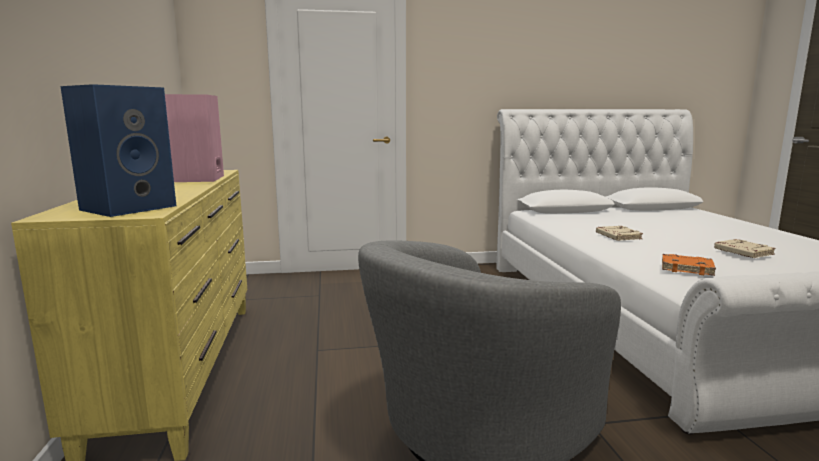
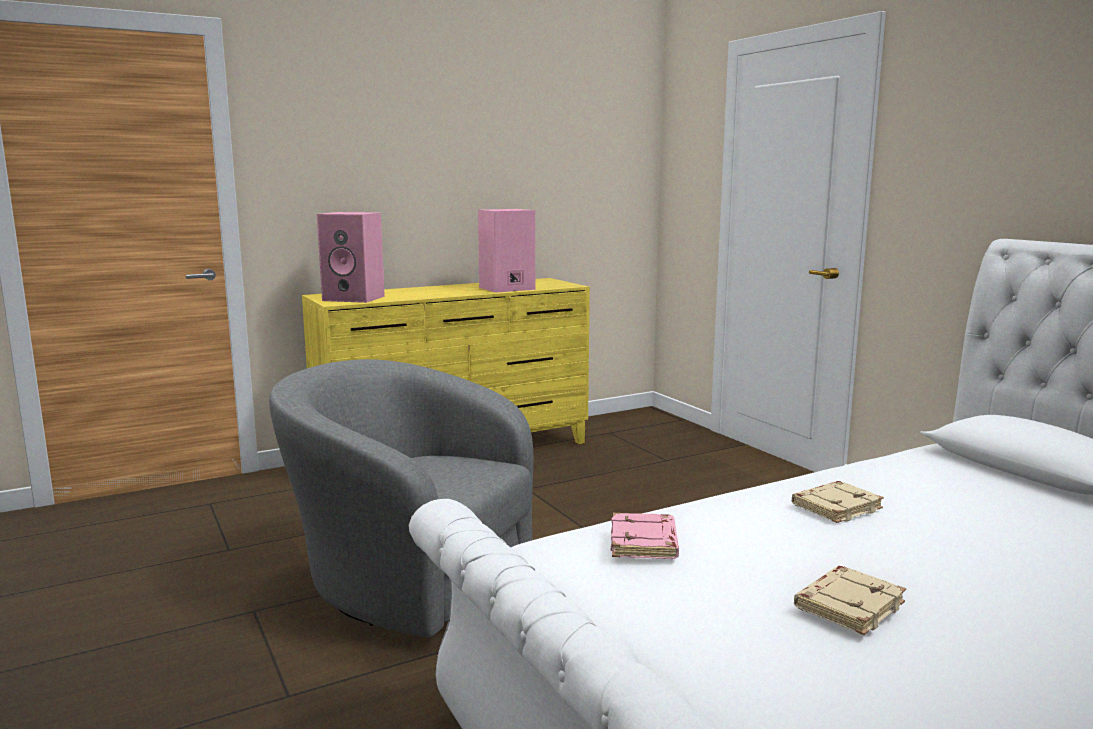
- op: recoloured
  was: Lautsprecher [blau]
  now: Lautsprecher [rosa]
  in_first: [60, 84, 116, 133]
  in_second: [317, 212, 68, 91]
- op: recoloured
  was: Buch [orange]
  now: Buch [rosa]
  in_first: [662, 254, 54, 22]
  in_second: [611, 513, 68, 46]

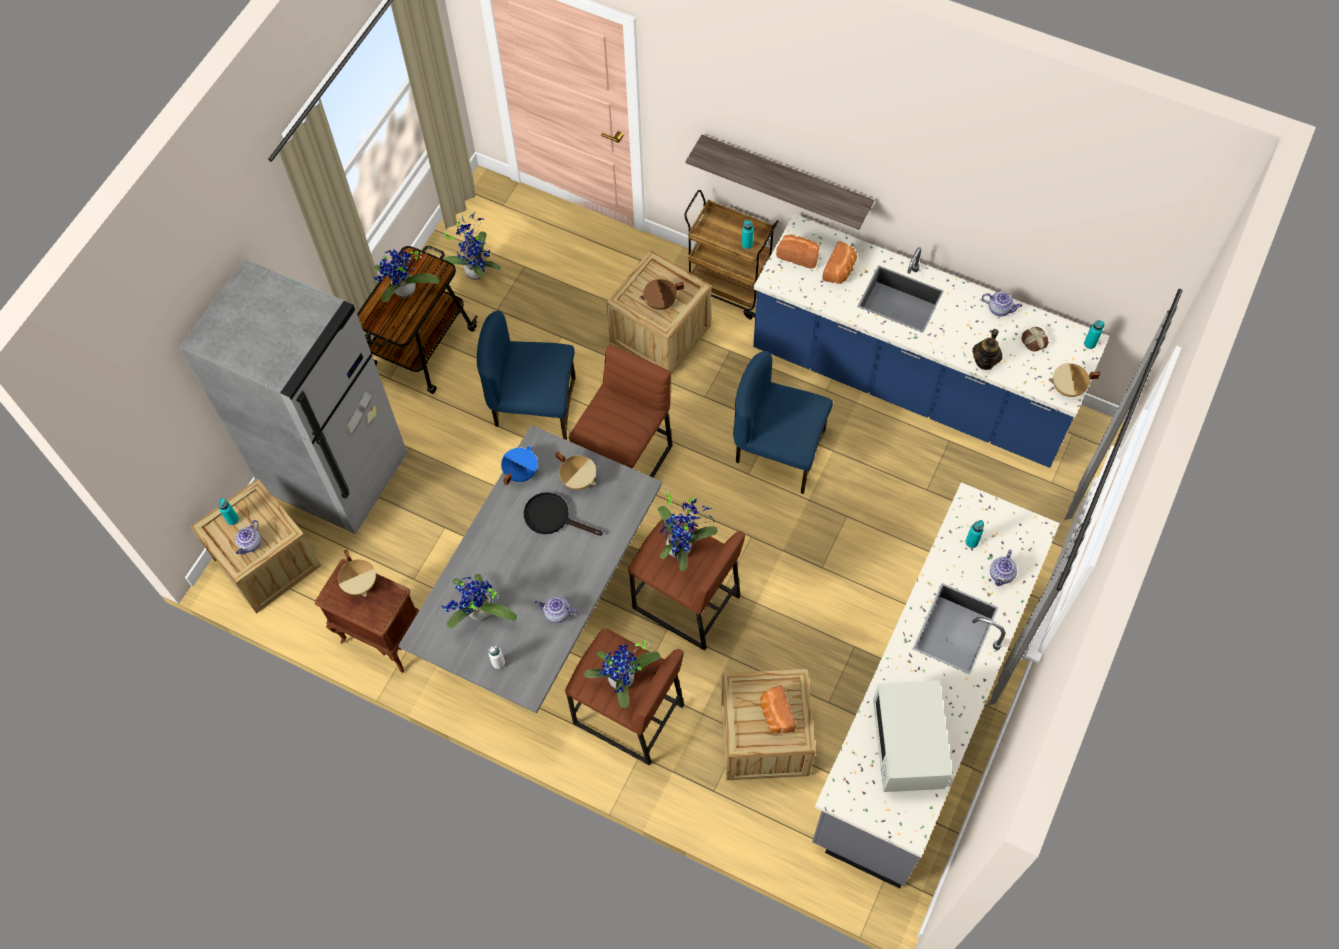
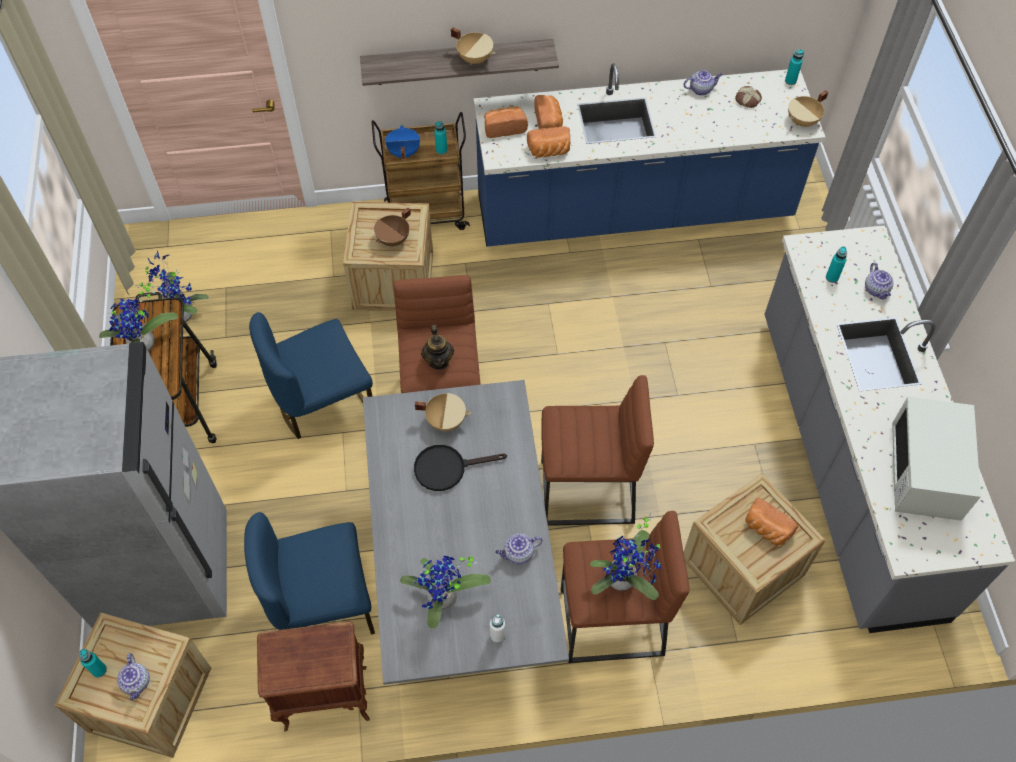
- op: moved
  was: Teekanne
  in_first: [972, 329, 30, 41]
  in_second: [421, 325, 33, 45]
- op: moved
  was: Stuhl [blau]
  in_first: [733, 351, 100, 143]
  in_second: [244, 512, 131, 122]
- op: moved
  was: Kochtopf [blau]
  in_first: [501, 445, 37, 41]
  in_second: [385, 124, 35, 35]
- op: removed
  was: Topfpflanze
  in_first: [658, 489, 60, 82]
- op: moved
  was: Kochtopf [beige]
  in_first: [338, 550, 38, 47]
  in_second: [451, 27, 44, 38]
- op: turned
  was: Mikrowelle [weiß]
  in_first: [873, 680, 79, 112]
  in_second: [892, 397, 89, 124]
  clockwise: 45
- op: added
  now: Brot
  in_second: [527, 126, 44, 32]

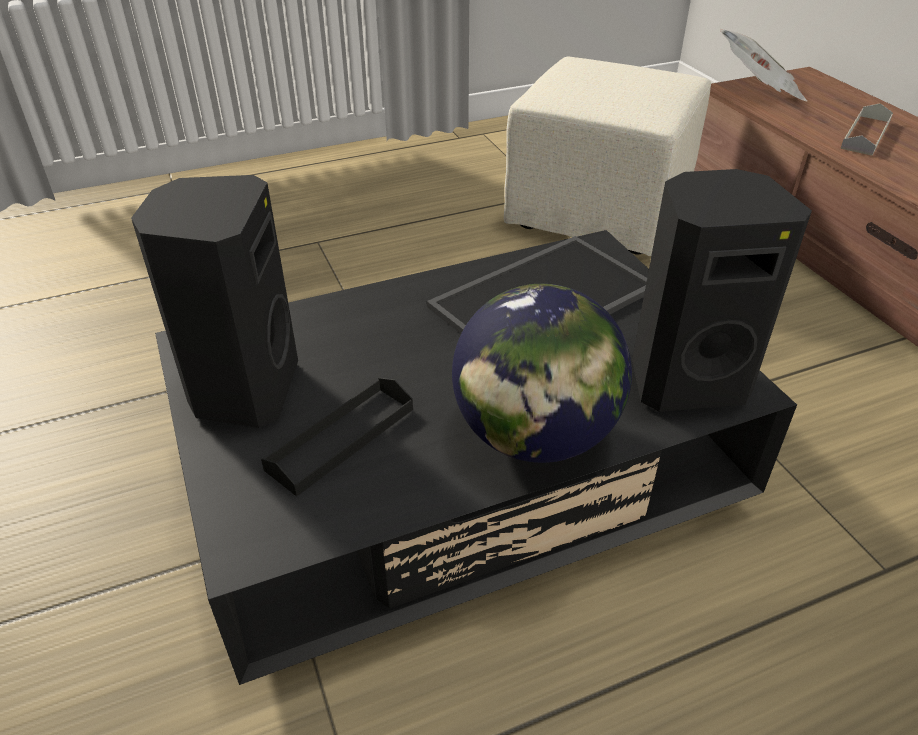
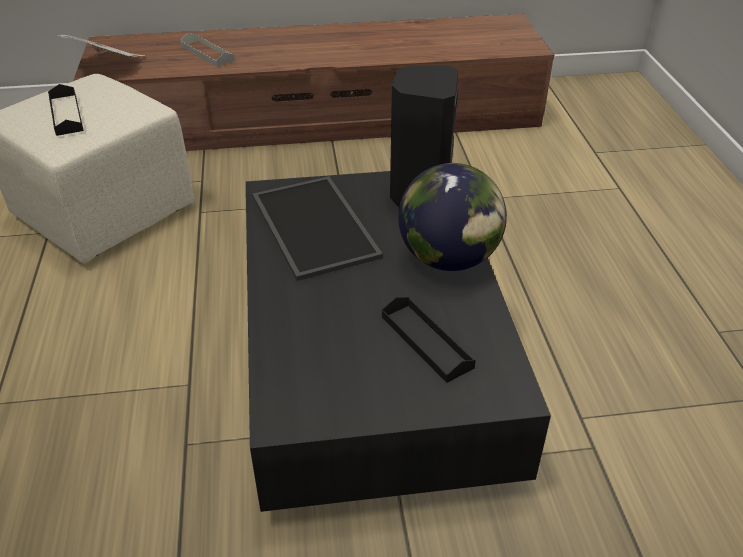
- op: removed
  was: Lautsprecher [schwarz]
  in_first: [131, 175, 167, 253]
- op: added
  now: Tablett [schwarz]
  in_second: [48, 84, 36, 52]

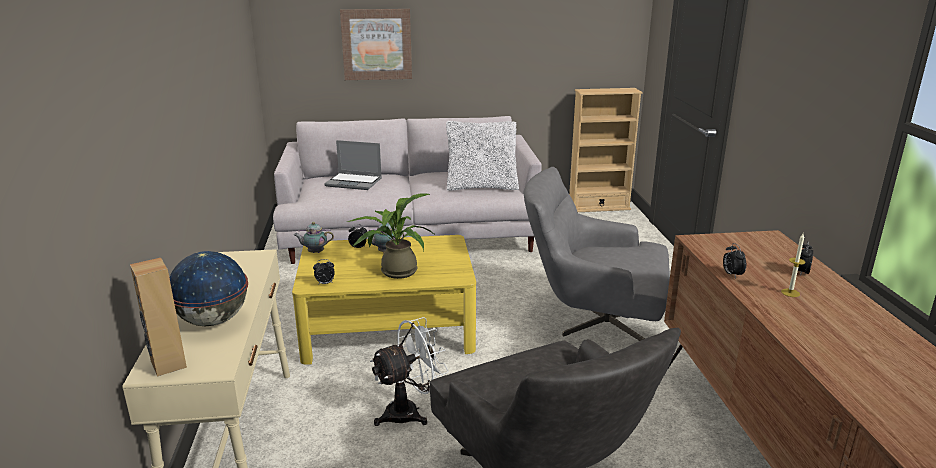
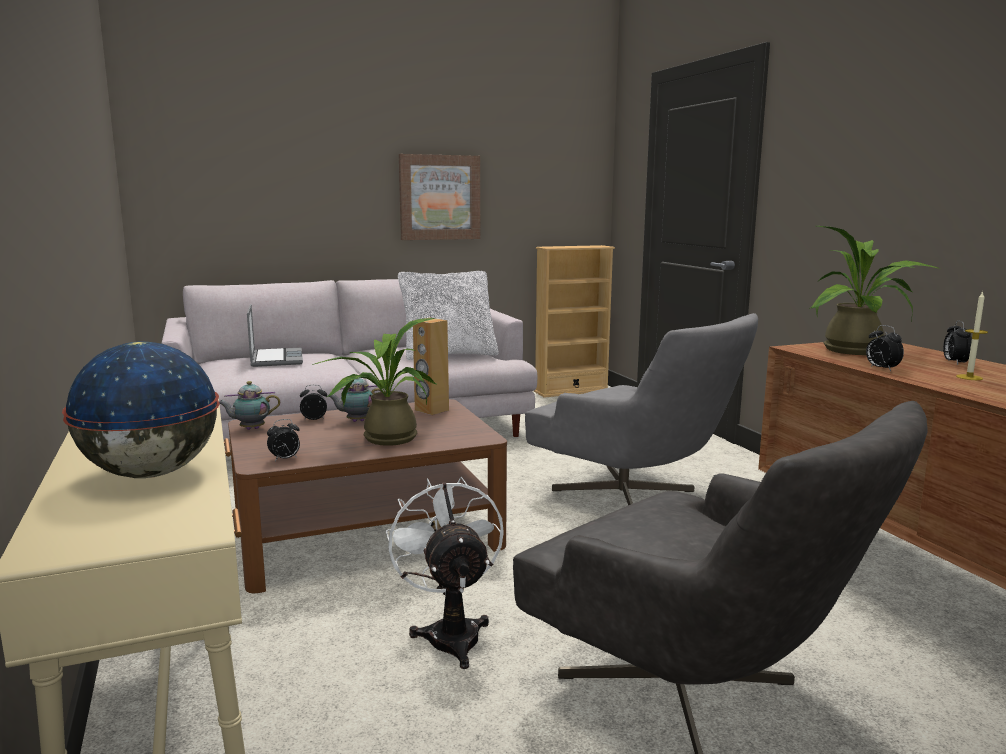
- op: moved
  was: Bild
  in_first: [340, 9, 72, 71]
  in_second: [399, 154, 81, 86]
- op: turned
  was: Laptop
  in_first: [324, 140, 58, 50]
  in_second: [247, 304, 56, 63]
  clockwise: -105
- op: turned
  was: Sessel [grau]
  in_first: [524, 167, 146, 174]
  in_second: [525, 313, 233, 192]
  clockwise: -135
- op: recoloured
  was: Couchtisch [gelb]
  now: Couchtisch [braun]
  in_first: [292, 235, 184, 130]
  in_second: [228, 399, 279, 194]
- op: moved
  was: Lautsprecher [braun]
  in_first: [130, 258, 57, 119]
  in_second: [413, 318, 36, 97]
- op: turned
  was: Ventilator [weiß]
  in_first: [370, 317, 79, 109]
  in_second: [386, 477, 118, 192]
  clockwise: -60
- op: added
  now: Topfpflanze
  in_second: [809, 226, 131, 129]

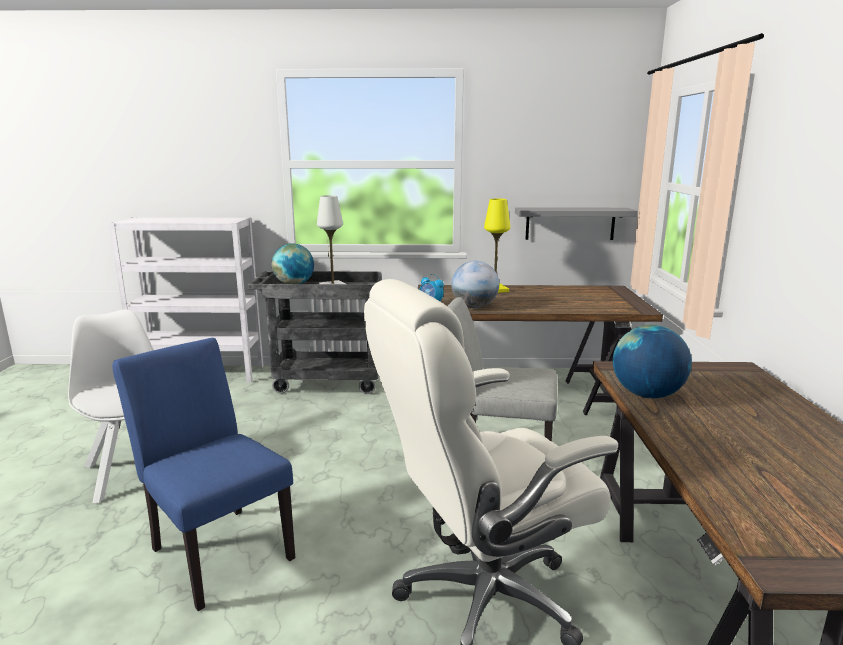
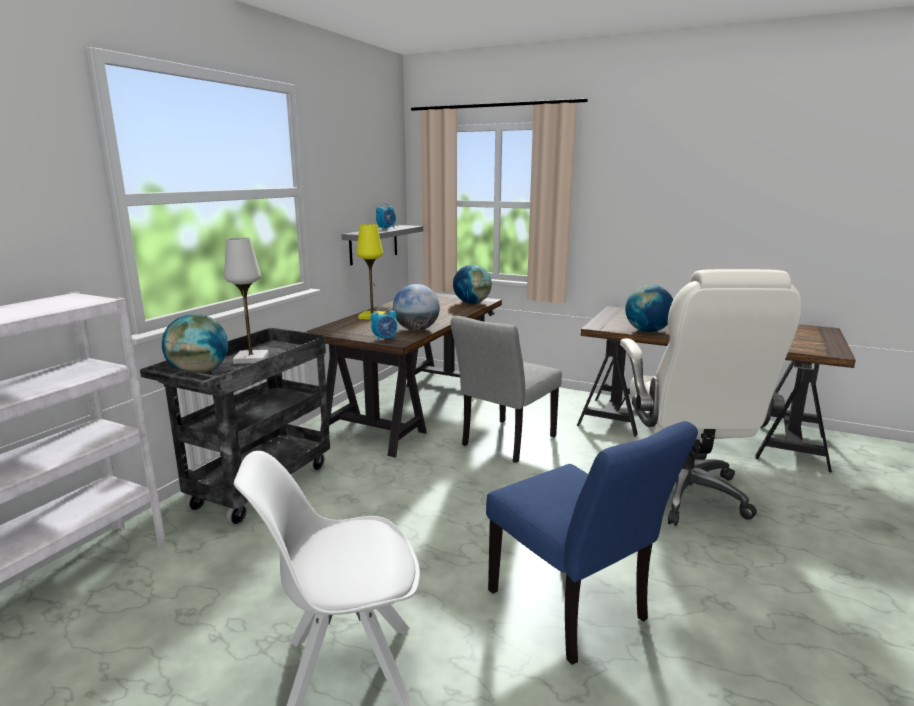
- op: turned
  was: Stuhl [blau]
  in_first: [112, 338, 183, 273]
  in_second: [486, 421, 212, 244]
  clockwise: -105
- op: added
  now: Wecker
  in_second: [376, 203, 20, 27]
- op: added
  now: Globus
  in_second: [453, 265, 39, 39]

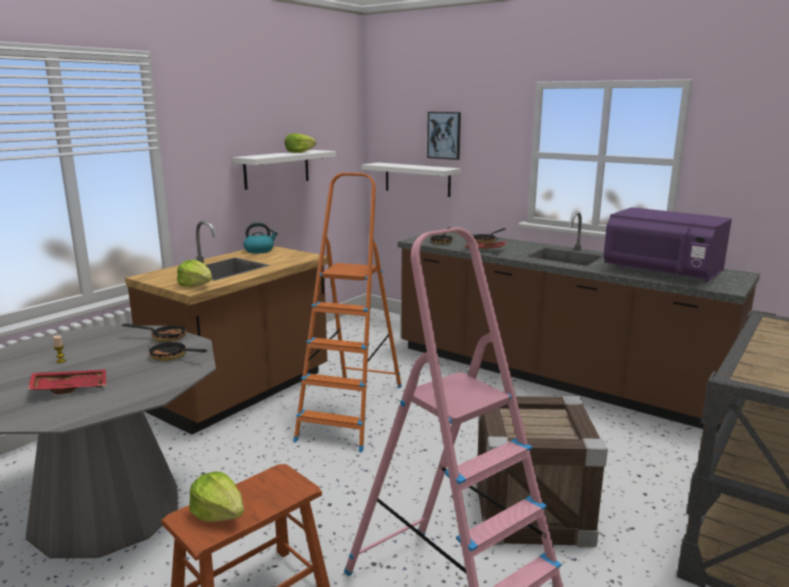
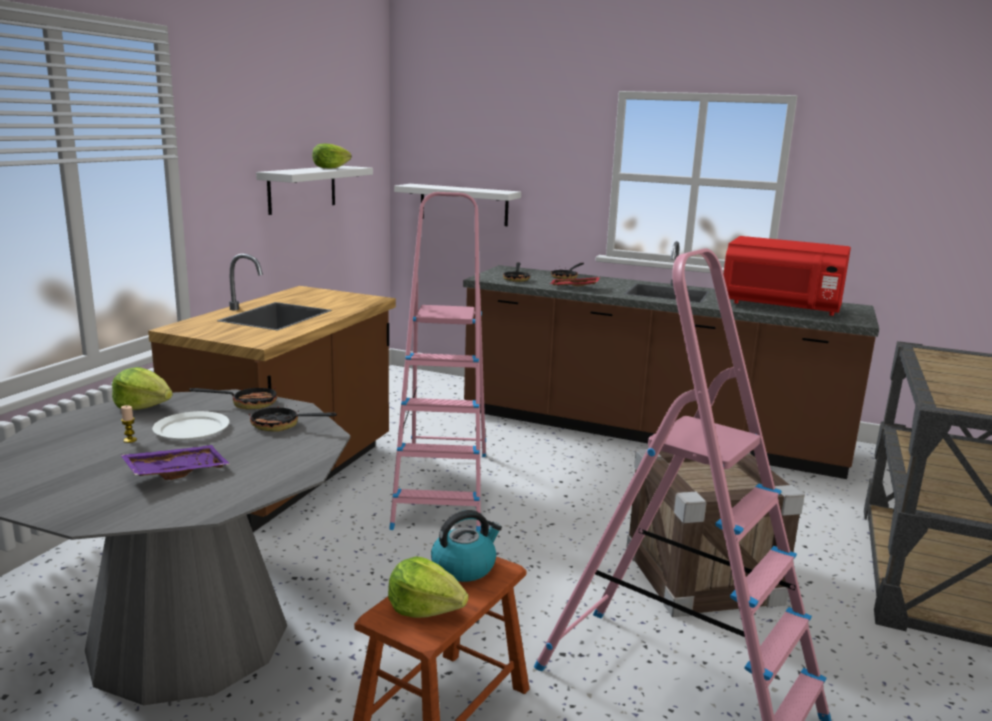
- op: removed
  was: Bild
  in_first: [427, 112, 34, 48]
- op: recoloured
  was: Trittleiter [orange]
  now: Trittleiter [rosa]
  in_first: [293, 173, 109, 279]
  in_second: [389, 192, 97, 340]
- op: recoloured
  was: Mikrowelle [lila]
  now: Mikrowelle [rot]
  in_first: [604, 207, 128, 75]
  in_second: [724, 236, 127, 80]
- op: moved
  was: Wasserkessel
  in_first: [243, 222, 35, 31]
  in_second: [431, 510, 71, 72]
- op: moved
  was: Salatkopf
  in_first: [177, 260, 35, 27]
  in_second: [112, 367, 61, 43]
- op: recoloured
  was: Tablett [rot]
  now: Tablett [lila]
  in_first: [28, 369, 78, 25]
  in_second: [121, 445, 109, 35]
- op: added
  now: Teller [weiß]
  in_second: [152, 411, 78, 29]

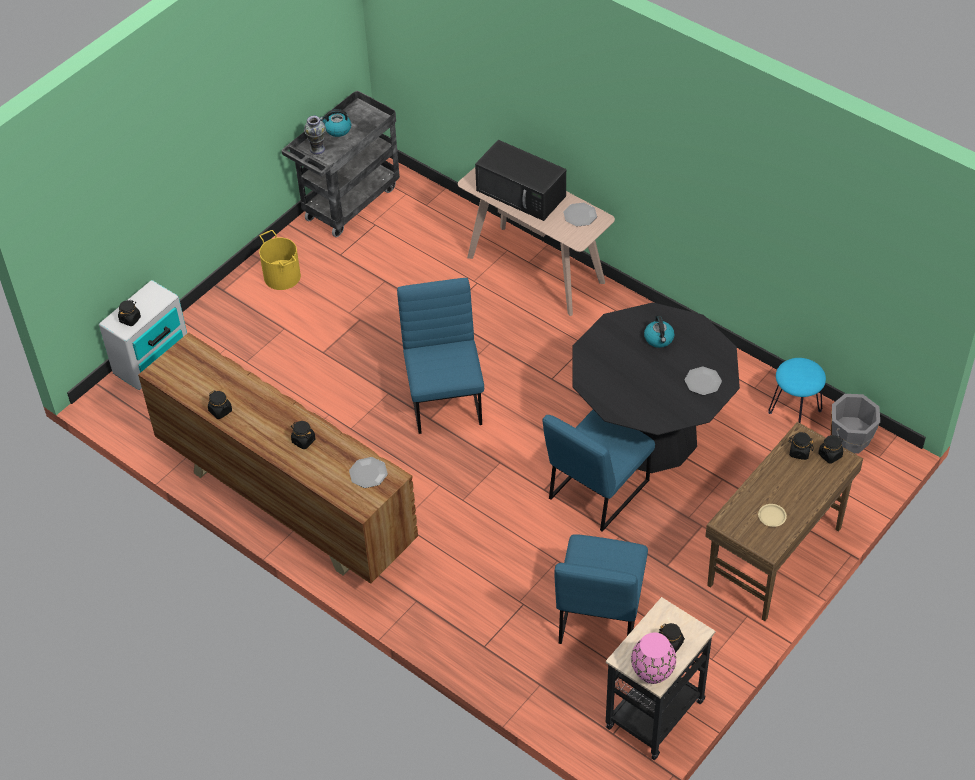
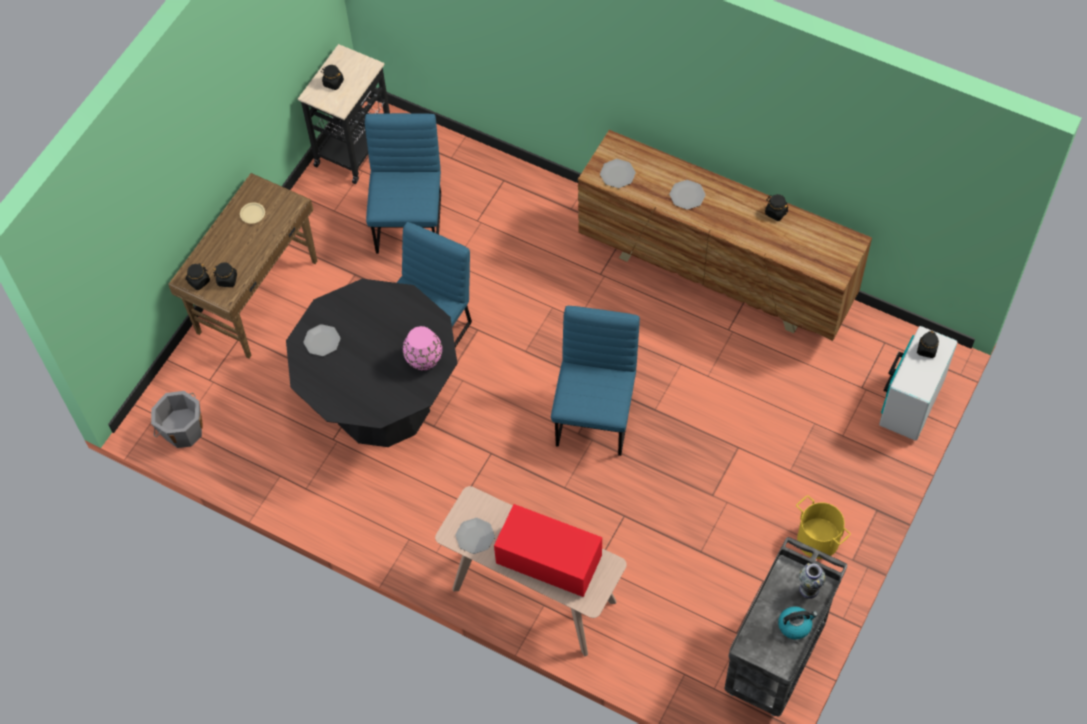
- op: recoloured
  was: Mikrowelle [schwarz]
  now: Mikrowelle [rot]
  in_first: [475, 140, 91, 81]
  in_second: [494, 504, 108, 93]
- op: turned
  was: Stuhl [blau]
  in_first: [397, 278, 87, 156]
  in_second: [551, 306, 89, 150]
  clockwise: -150
- op: removed
  was: Wasserkessel
  in_first: [644, 315, 31, 33]
- op: removed
  was: Hocker [türkis]
  in_first: [768, 358, 58, 65]
- op: replaced
  was: Vorratsglas [schwarz]
  now: Teller
  in_first: [291, 421, 25, 28]
  in_second: [669, 180, 36, 30]
- op: moved
  was: Vase [rosa]
  in_first: [631, 633, 45, 51]
  in_second: [403, 326, 39, 45]

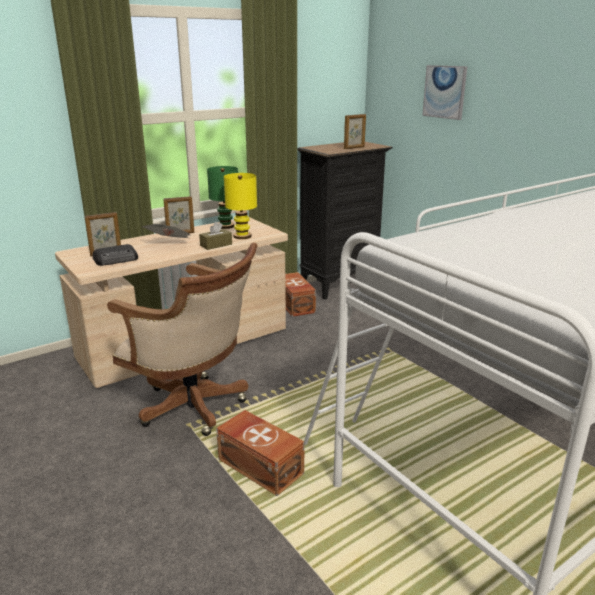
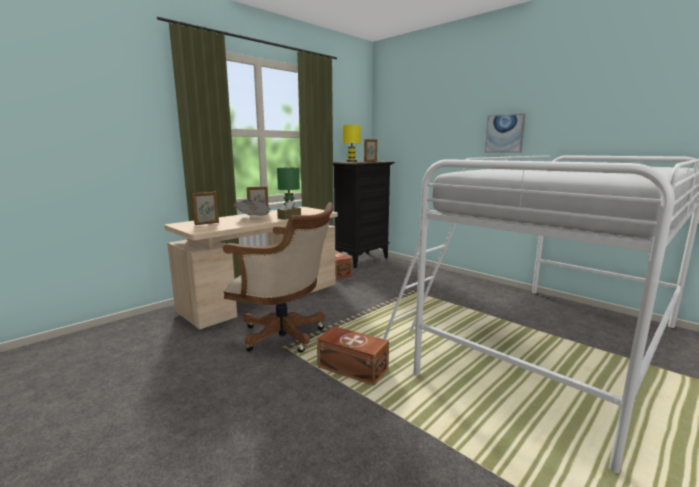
- op: moved
  was: Bild
  in_first: [422, 65, 45, 55]
  in_second: [485, 113, 41, 40]
- op: moved
  was: Tischlampe [gelb]
  in_first: [224, 173, 33, 66]
  in_second: [343, 125, 18, 37]
- op: removed
  was: Radio
  in_first: [93, 244, 45, 22]

